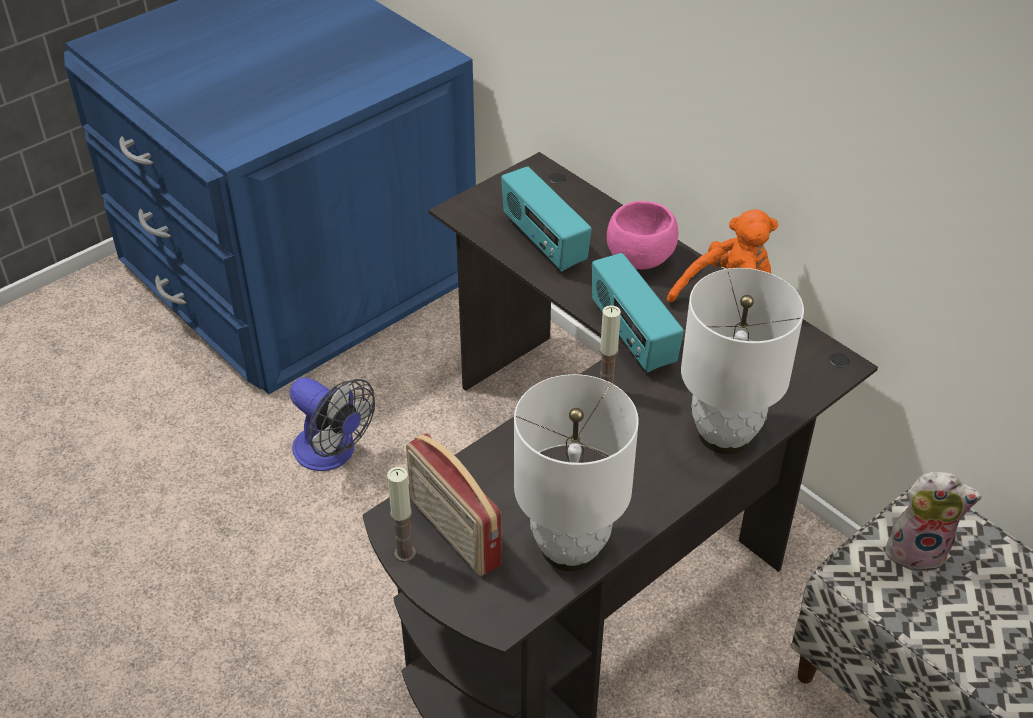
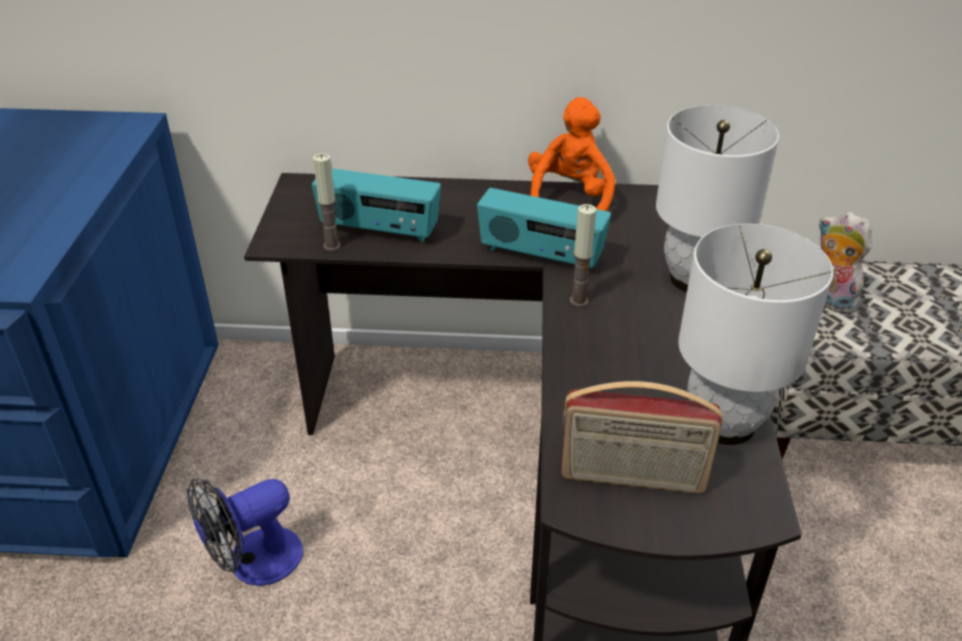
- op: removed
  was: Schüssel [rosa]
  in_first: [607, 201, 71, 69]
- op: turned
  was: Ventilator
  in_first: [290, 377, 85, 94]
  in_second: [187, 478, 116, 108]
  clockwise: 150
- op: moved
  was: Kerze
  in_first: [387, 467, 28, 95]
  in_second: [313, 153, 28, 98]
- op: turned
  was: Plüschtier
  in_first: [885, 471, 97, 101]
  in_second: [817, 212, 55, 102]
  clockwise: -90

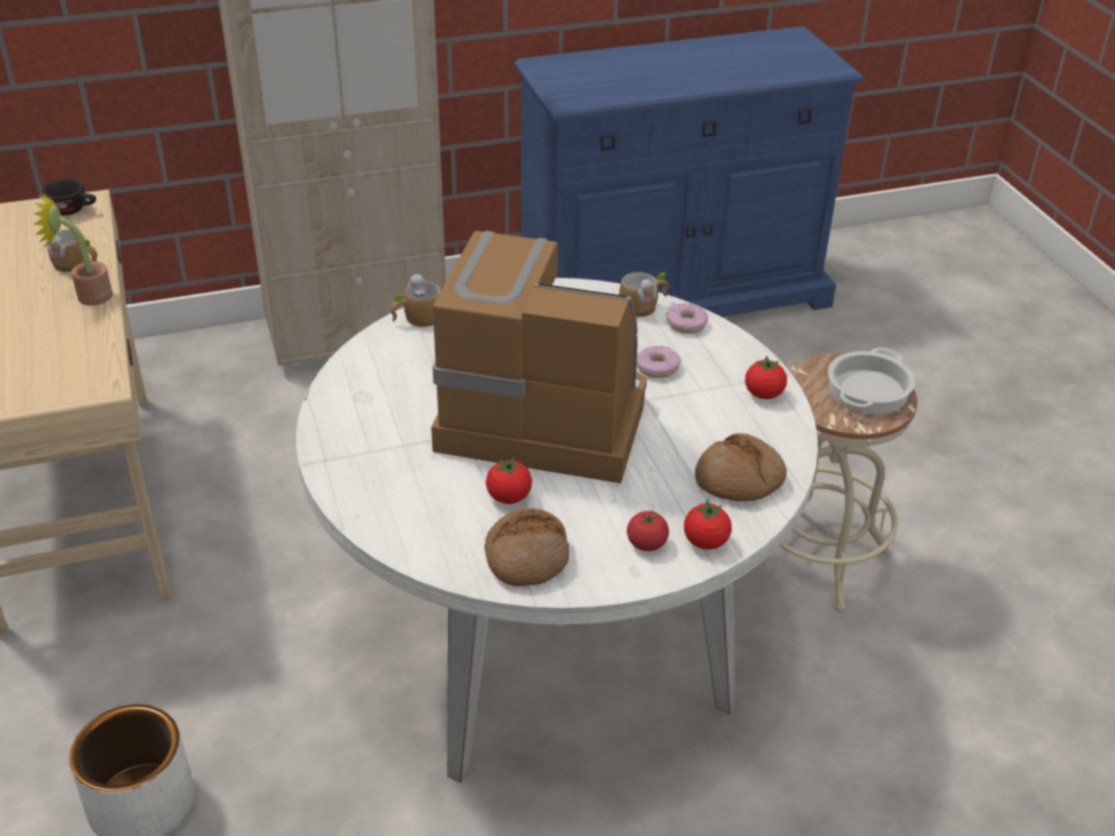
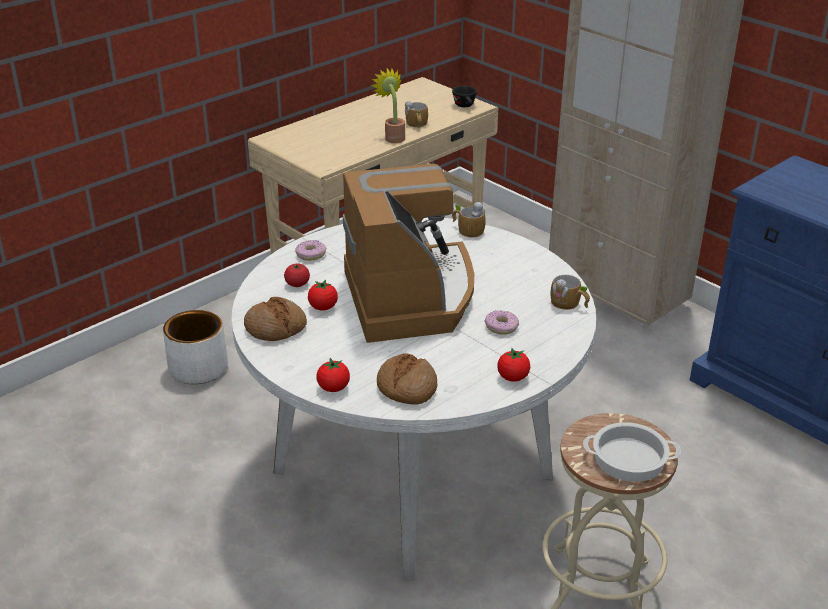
- op: moved
  was: Donut
  in_first: [666, 303, 42, 31]
  in_second: [295, 240, 31, 21]
- op: moved
  was: Tomate
  in_first: [627, 510, 42, 41]
  in_second: [284, 264, 26, 23]

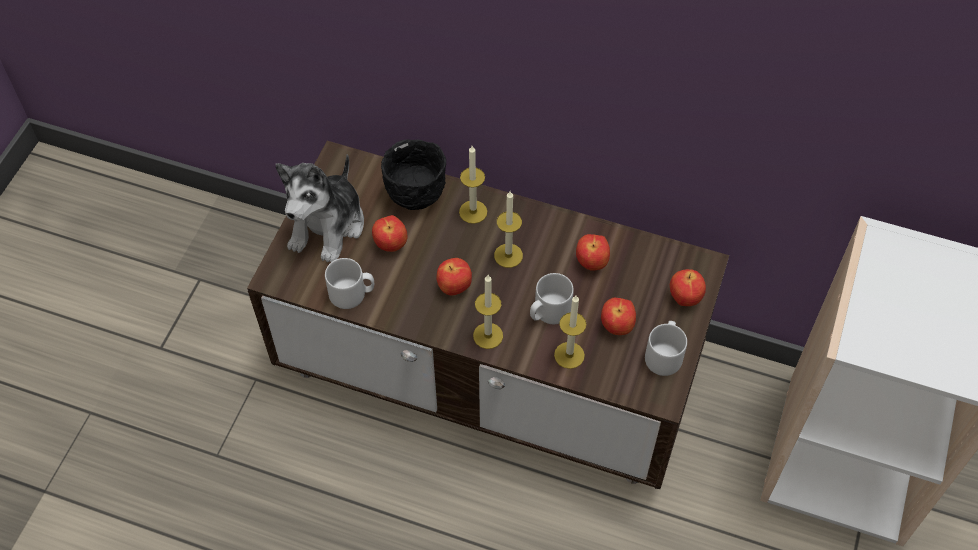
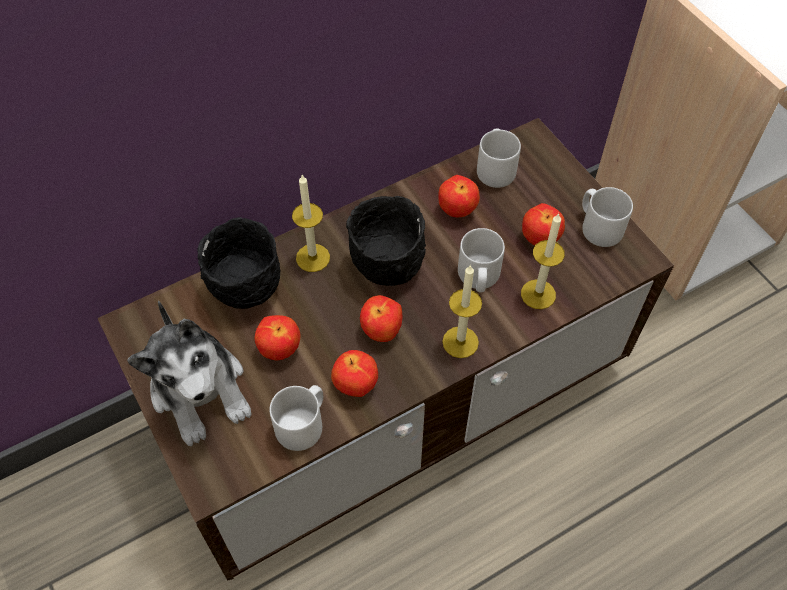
- op: replaced
  was: Kerze
  now: Schüssel [schwarz]
  in_first: [494, 191, 29, 77]
  in_second: [346, 196, 80, 90]
- op: moved
  was: Apfel
  in_first: [670, 269, 36, 37]
  in_second: [331, 350, 47, 47]
- op: added
  now: Henkelbecher [grau]
  in_second: [477, 129, 44, 59]

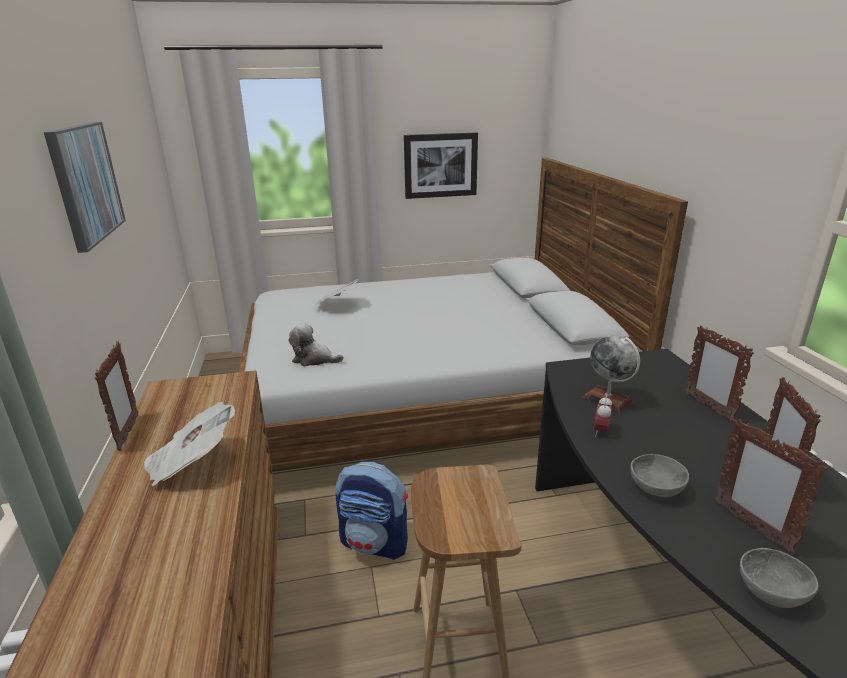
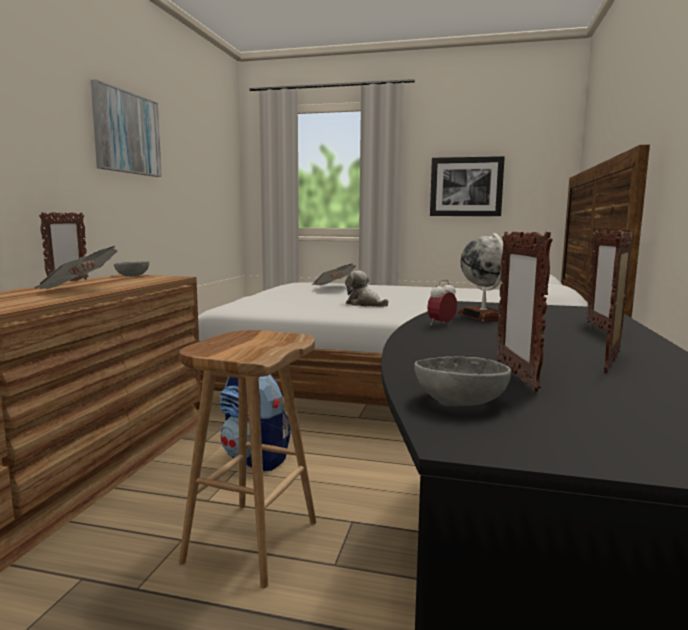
- op: moved
  was: Plüschtier
  in_first: [289, 323, 55, 43]
  in_second: [345, 271, 44, 36]
- op: moved
  was: Schüssel [grau]
  in_first: [630, 454, 59, 43]
  in_second: [114, 261, 35, 16]

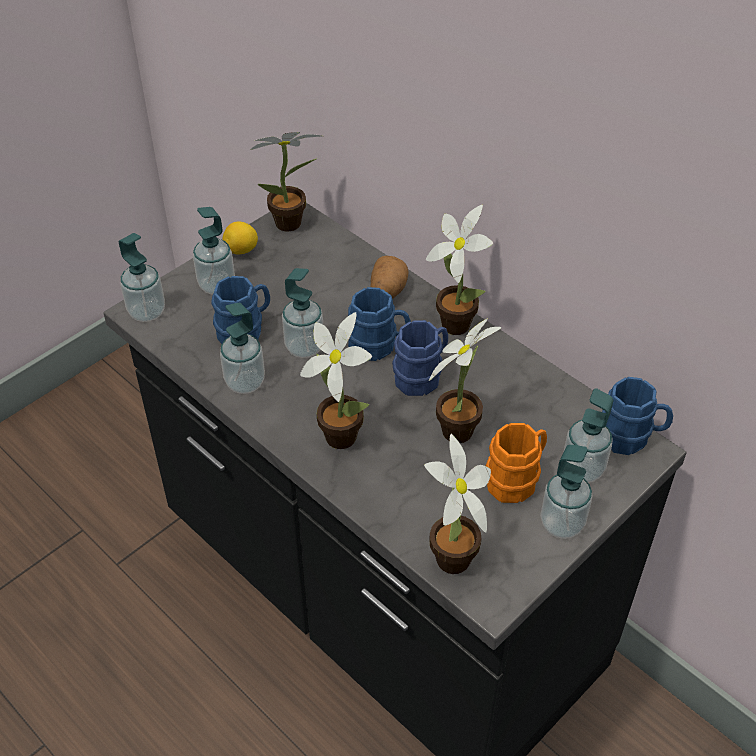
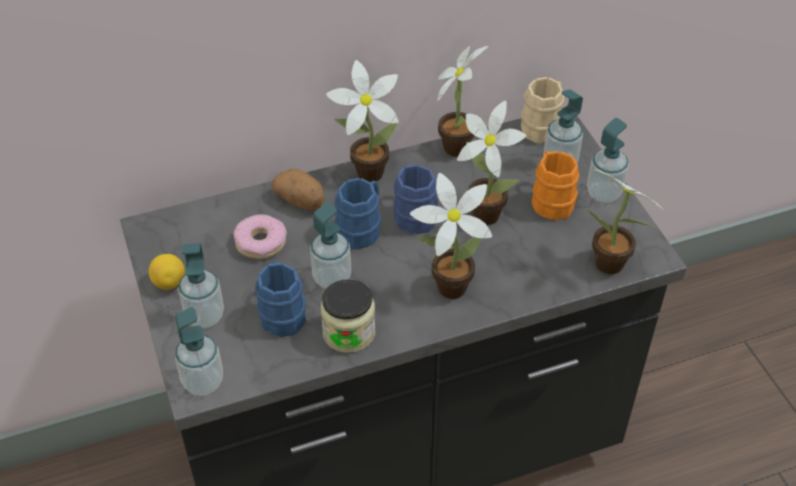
- op: moved
  was: Topfpflanze
  in_first: [251, 132, 71, 100]
  in_second: [437, 46, 51, 111]
- op: replaced
  was: Seifenspender
  now: Vorratsglas
  in_first: [220, 303, 45, 91]
  in_second: [321, 279, 54, 74]
- op: recoloured
  was: Henkelbecher [blau]
  now: Henkelbecher [beige]
  in_first: [602, 377, 71, 78]
  in_second: [521, 77, 43, 67]
- op: added
  now: Donut
  in_second: [234, 214, 53, 45]

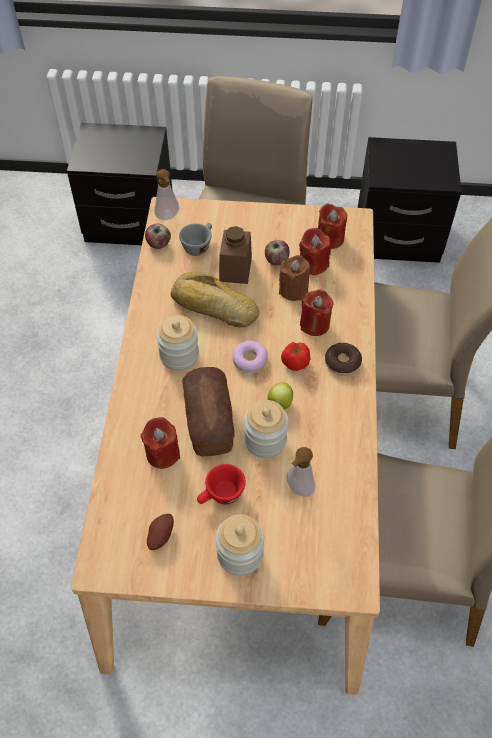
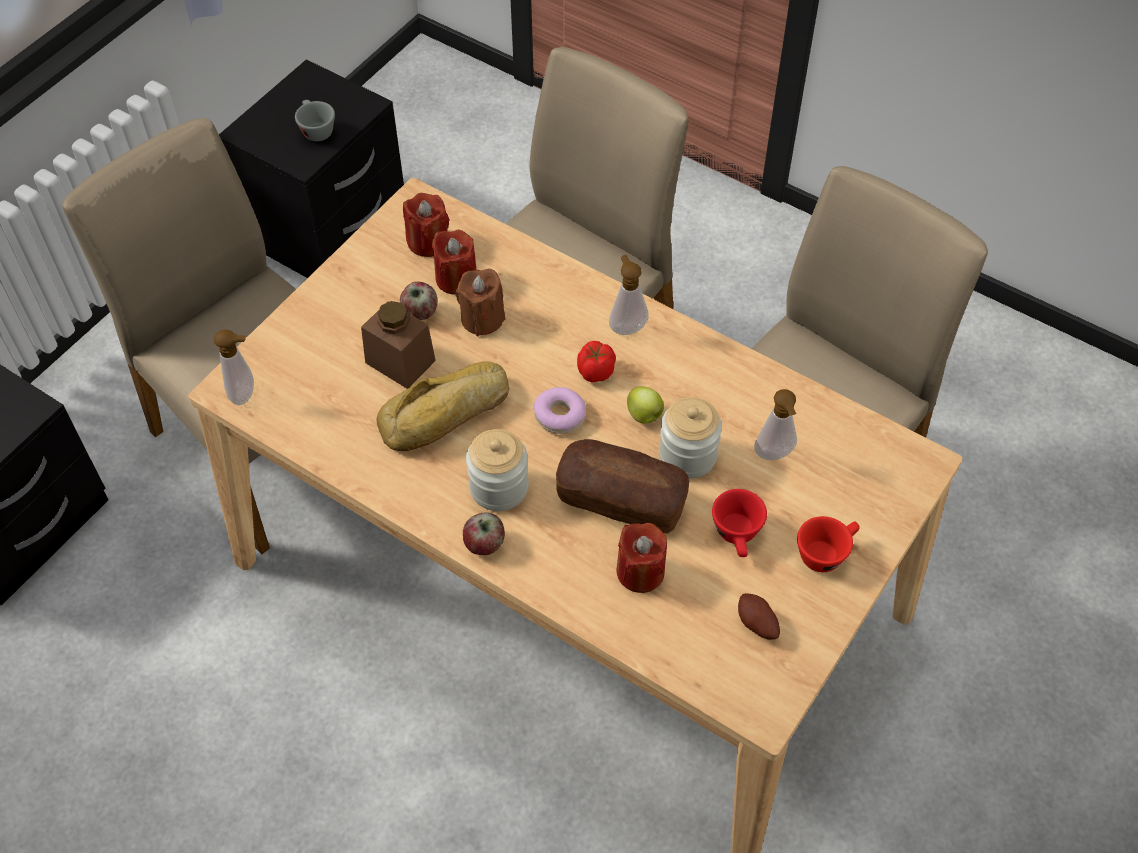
- op: moved
  was: Tasse [grau]
  in_first: [179, 223, 33, 33]
  in_second: [295, 100, 40, 41]
- op: moved
  was: Apfel
  in_first: [145, 224, 26, 25]
  in_second: [463, 512, 42, 43]
- op: removed
  was: Kerze [rot]
  in_first: [300, 289, 34, 47]
- op: replaced
  was: Donut
  now: Seifenspender
  in_first: [325, 343, 37, 33]
  in_second: [609, 255, 40, 80]
- op: replaced
  was: Vorratsglas
  now: Tasse [rot]
  in_first: [216, 514, 48, 62]
  in_second: [797, 516, 63, 56]

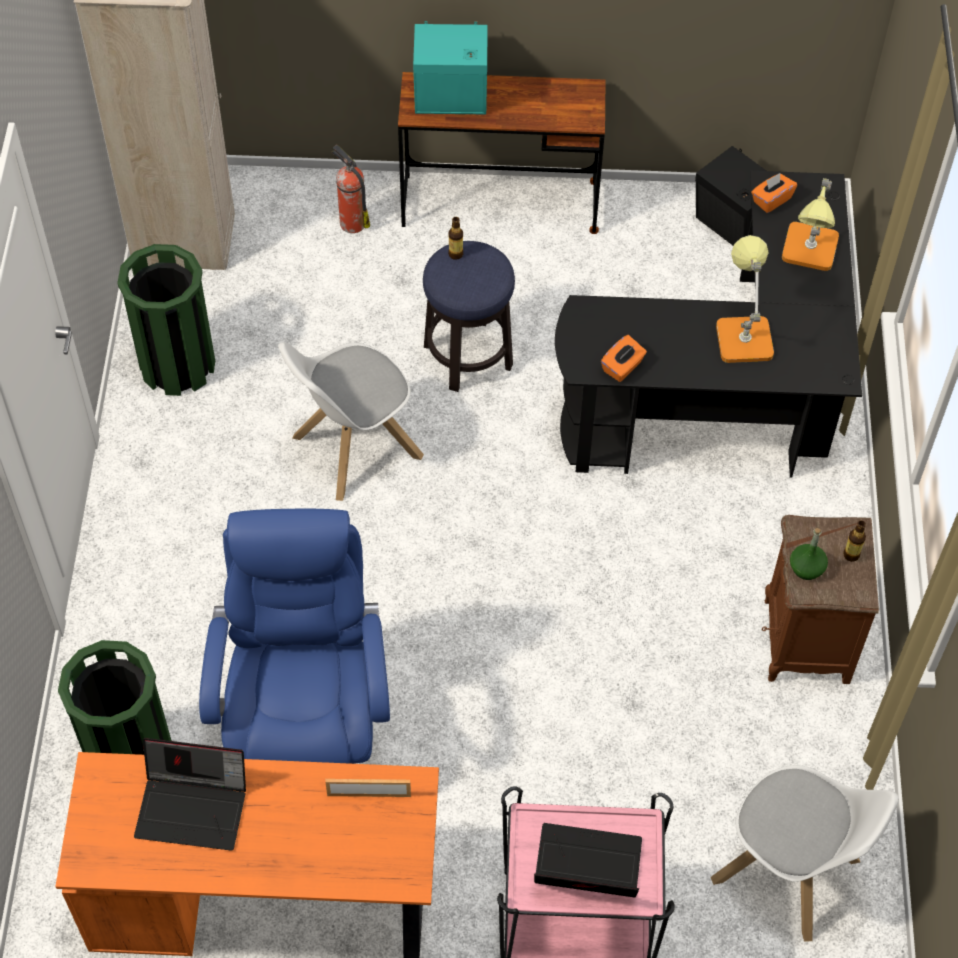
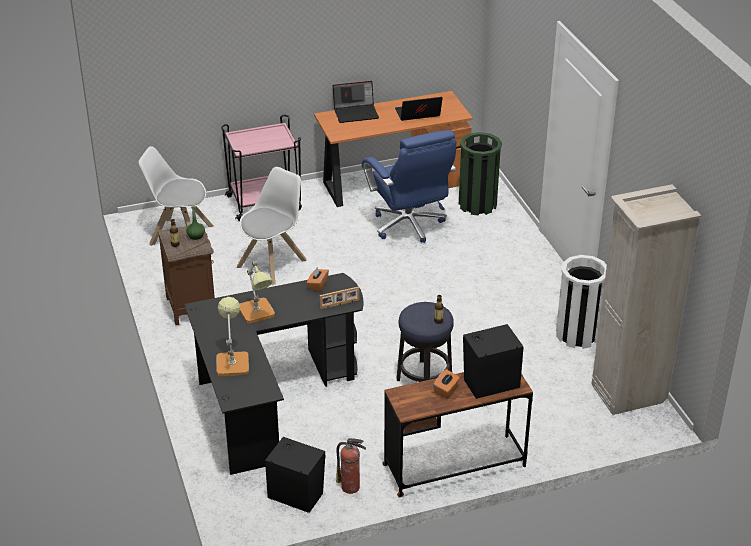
- op: recoloured
  was: Lautsprecher [türkis]
  now: Lautsprecher [schwarz]
  in_first: [413, 21, 75, 93]
  in_second: [463, 324, 61, 75]
- op: moved
  was: Feuerlöscher
  in_first: [331, 145, 39, 88]
  in_second: [336, 438, 30, 56]
- op: moved
  was: Taschentuchbox [orange]
  in_first: [751, 173, 46, 40]
  in_second: [433, 369, 27, 28]
- op: recoloured
  was: Mülleimer [grün]
  now: Mülleimer [weiß]
  in_first: [117, 244, 98, 152]
  in_second: [556, 255, 51, 94]
- op: moved
  was: Stuhl
  in_first: [278, 342, 146, 159]
  in_second: [237, 167, 69, 118]
- op: moved
  was: Bilderrahmen
  in_first: [325, 779, 86, 18]
  in_second: [320, 286, 40, 23]
- op: moved
  was: Laptop
  in_first: [534, 823, 108, 75]
  in_second: [333, 81, 46, 42]

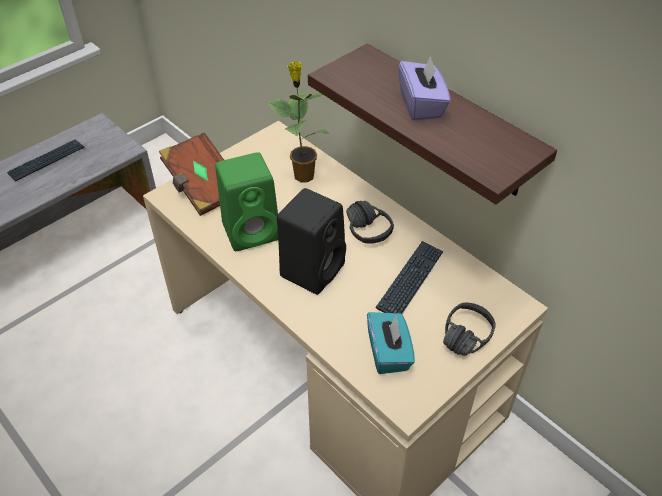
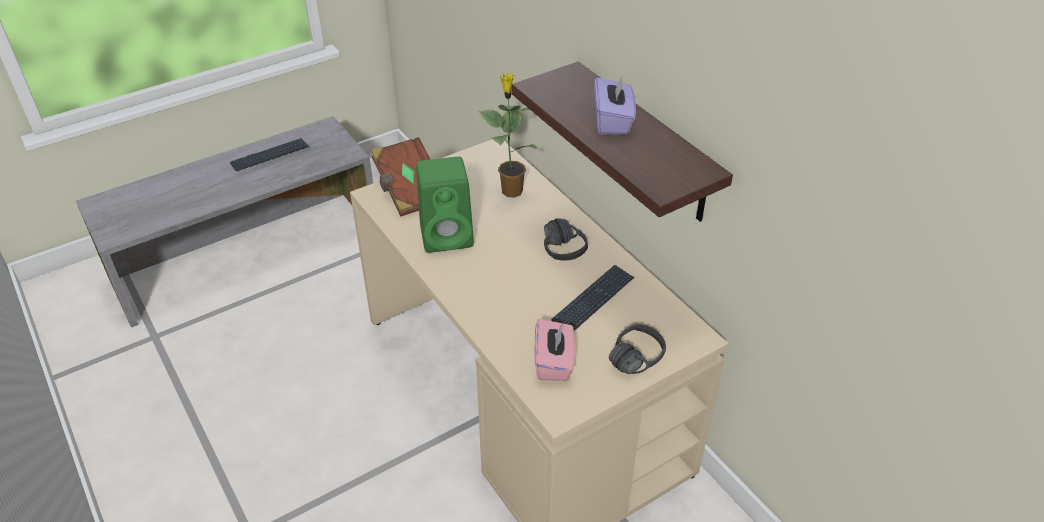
- op: removed
  was: Lautsprecher [schwarz]
  in_first: [277, 188, 69, 107]
- op: recoloured
  was: Taschentuchbox [türkis]
  now: Taschentuchbox [rosa]
  in_first: [367, 312, 48, 62]
  in_second: [535, 319, 40, 62]

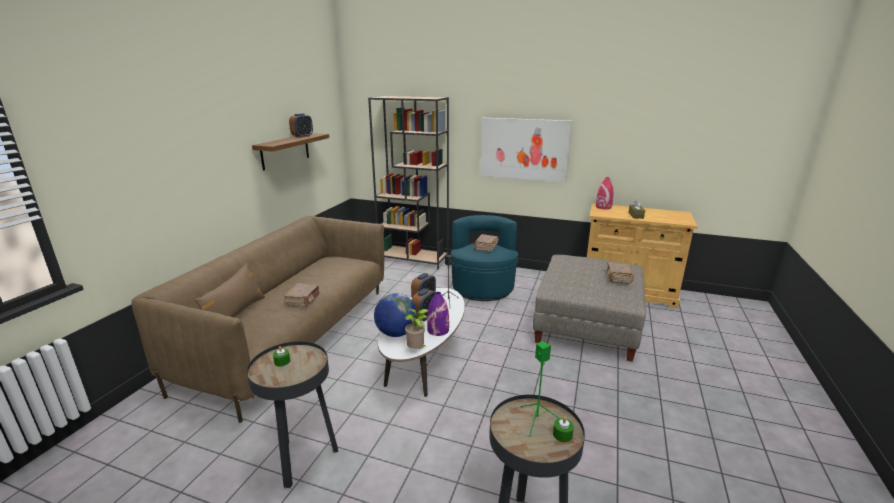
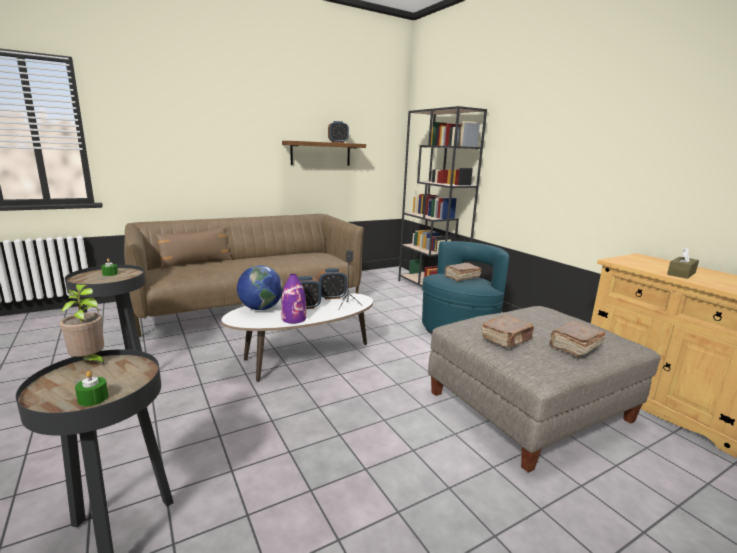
- op: removed
  was: Bild
  in_first: [481, 118, 91, 64]
- op: removed
  was: Vase [rot]
  in_first: [596, 177, 17, 32]
- op: moved
  was: Buch [braun]
  in_first: [284, 283, 36, 24]
  in_second: [481, 314, 53, 34]
- op: moved
  was: Topfpflanze
  in_first: [405, 309, 24, 40]
  in_second: [59, 284, 45, 81]
- op: removed
  was: Lautsprecher [grün]
  in_first: [520, 341, 39, 96]

